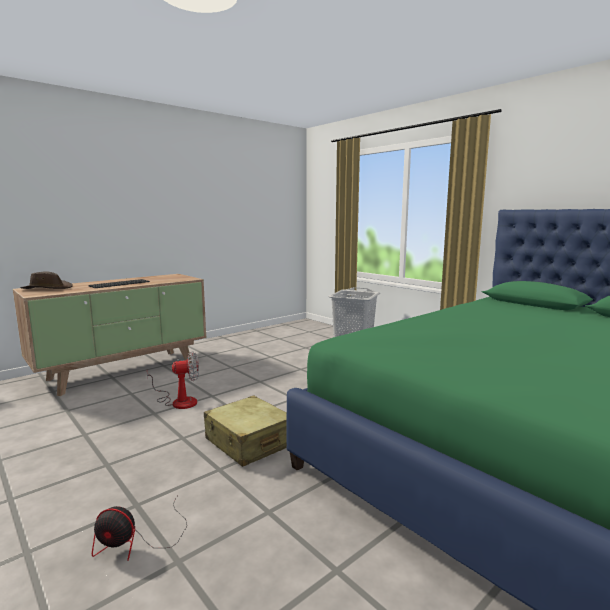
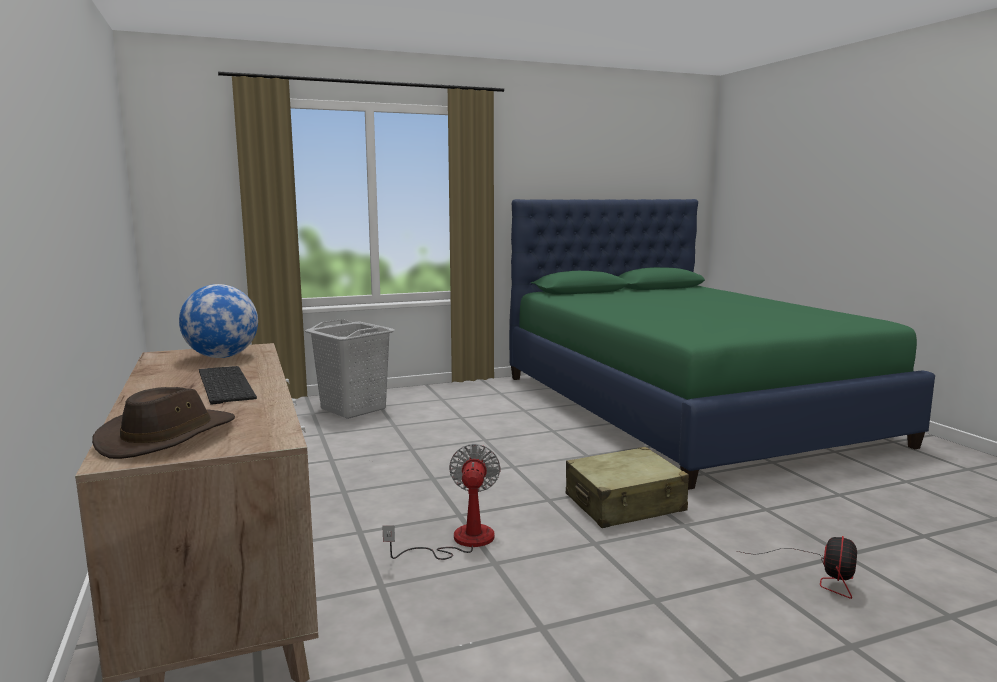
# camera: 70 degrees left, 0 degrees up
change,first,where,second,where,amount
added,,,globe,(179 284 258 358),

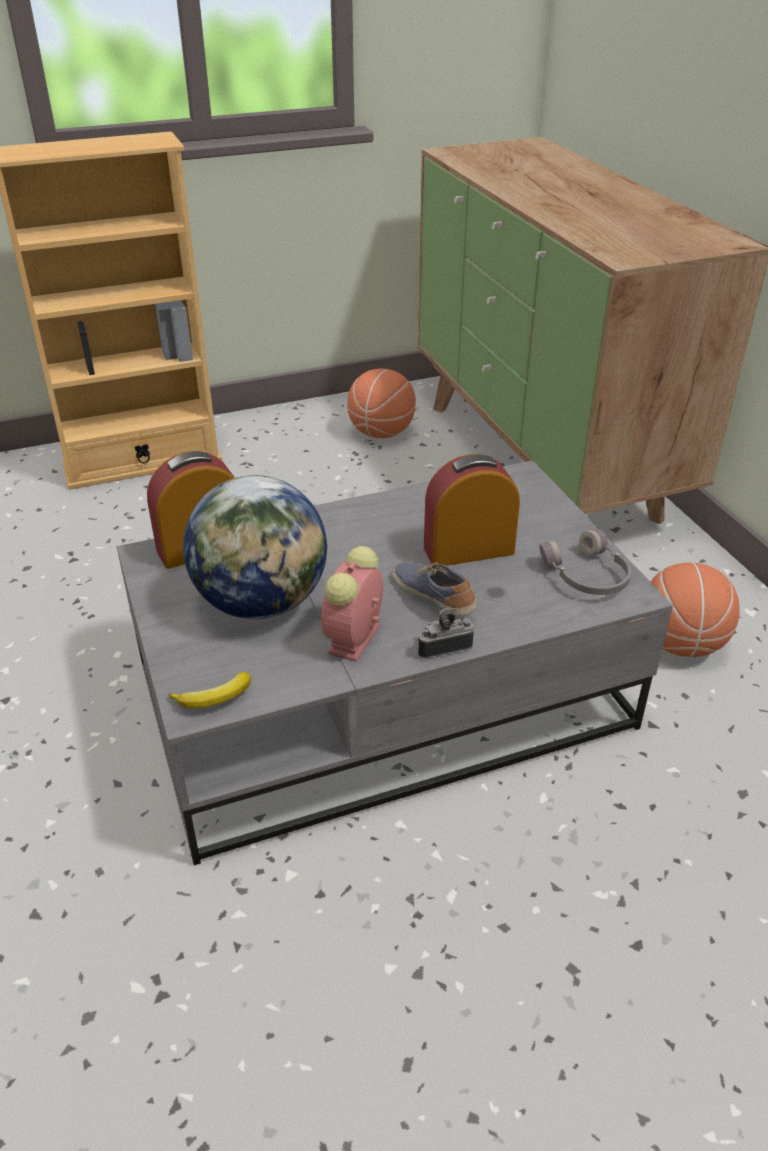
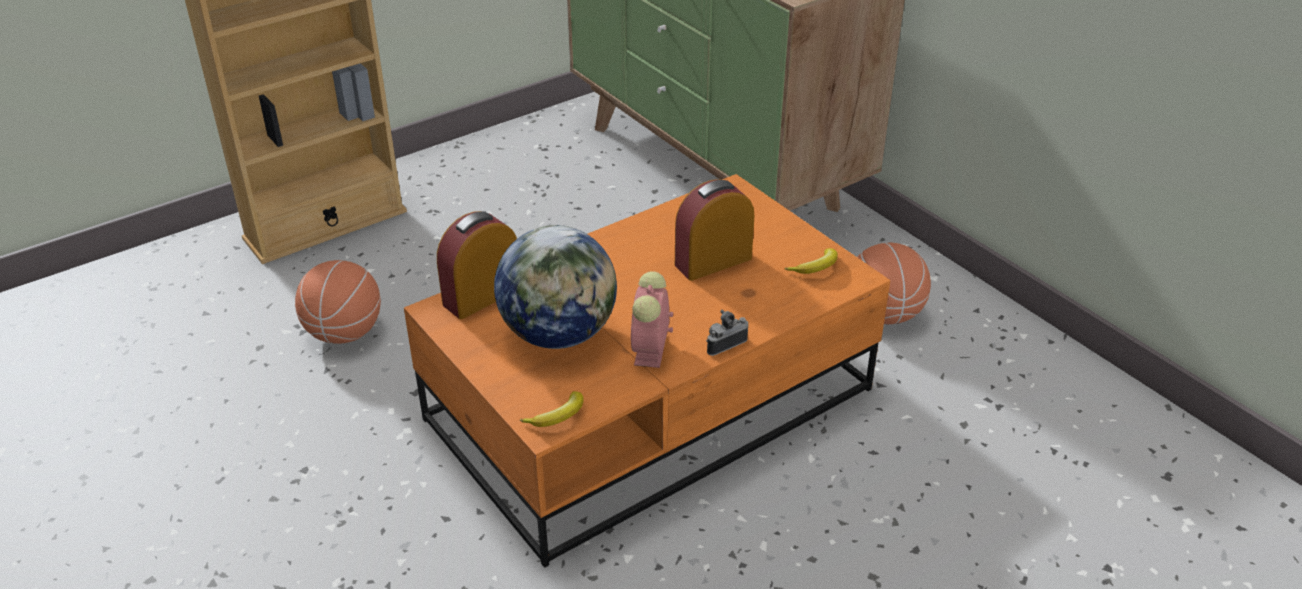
# camera: 15 degrees left, 0 degrees up
change,first,where,second,where,amount
removed,item_of_footwear,(392 562 477 617),,,
moved,basketball,(347 368 416 438),,(295 260 381 344),
replaced,greyish_headset,(539 528 631 595),banana,(784 248 838 274),
recoloured,greyish_coffee_table,(117 461 673 865),orange-coloured_coffee_table,(404 174 890 568),

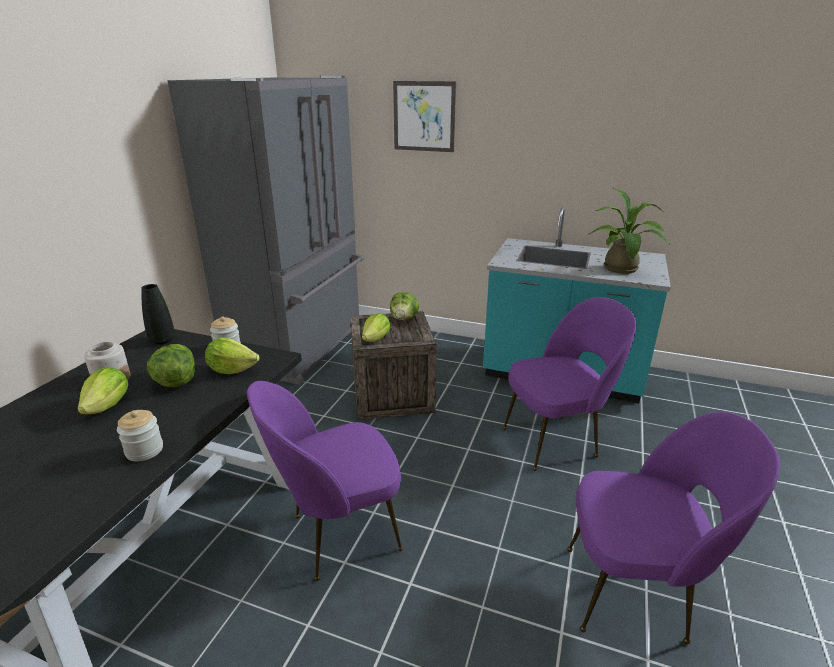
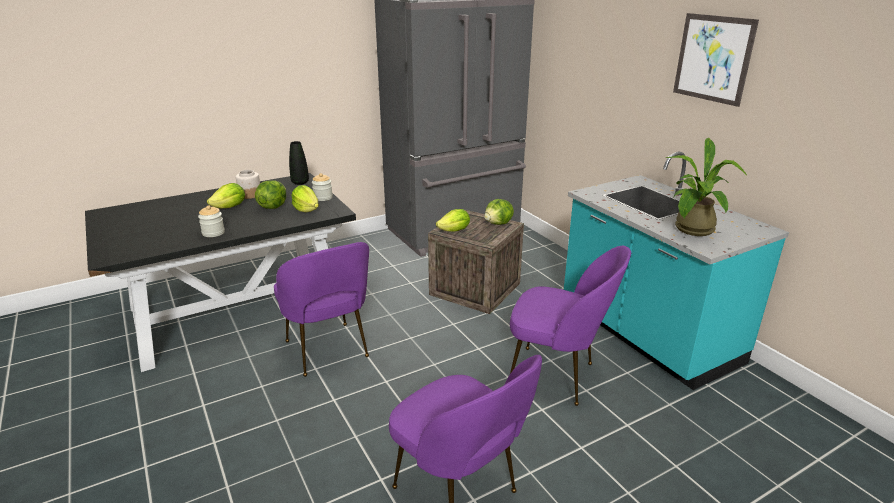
# camera: 40 degrees right, 0 degrees up
change,first,where,second,where,amount
moved,wall_picture,(393 81 456 152),,(673 13 759 107),
turned,purple-coloured_plain_chair,(247 381 403 581),,(274 242 369 377),135 degrees counterclockwise

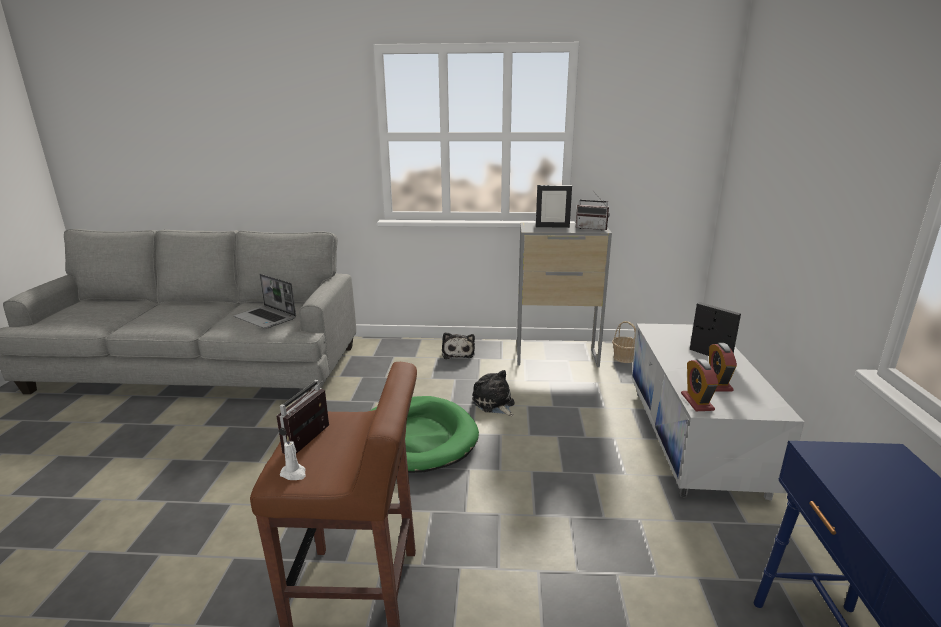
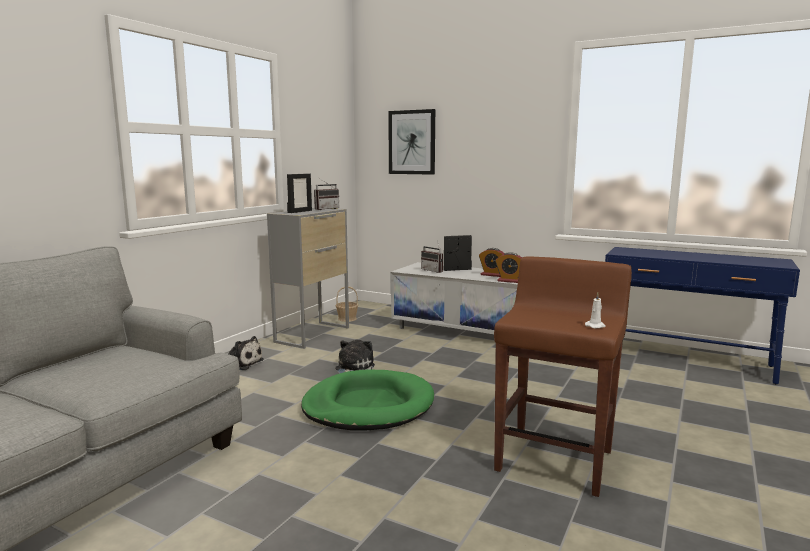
# camera: 65 degrees left, 10 degrees down
change,first,where,second,where,amount
removed,portable_computer,(234 274 296 328),,,
added,,,wall_picture,(388 109 435 175),
moved,radio_receiver,(276 380 329 454),,(421 241 443 273),
turned,cuddly_toy,(472 370 515 416),,(335 339 375 373),120 degrees clockwise

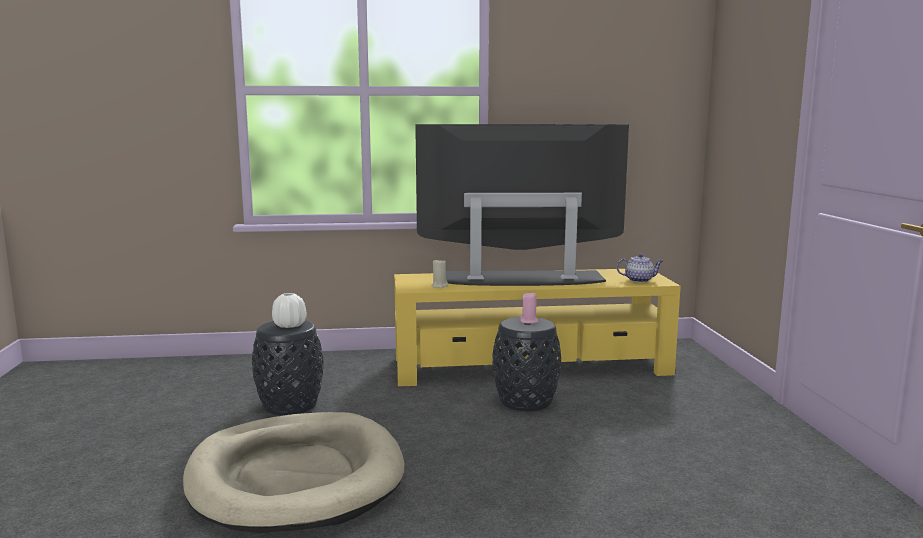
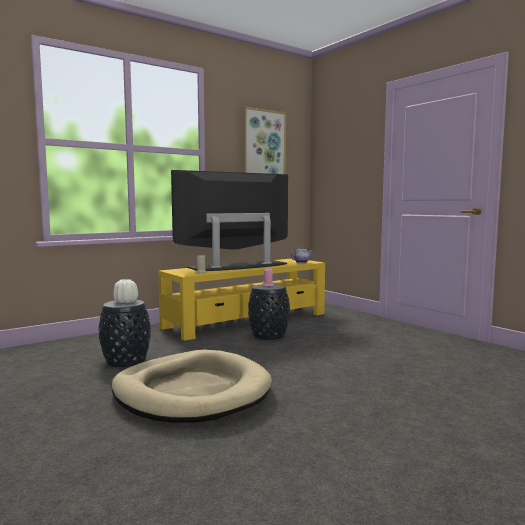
# camera: 30 degrees left, 5 degrees down
change,first,where,second,where,amount
added,,,wall_picture,(243 106 286 174),

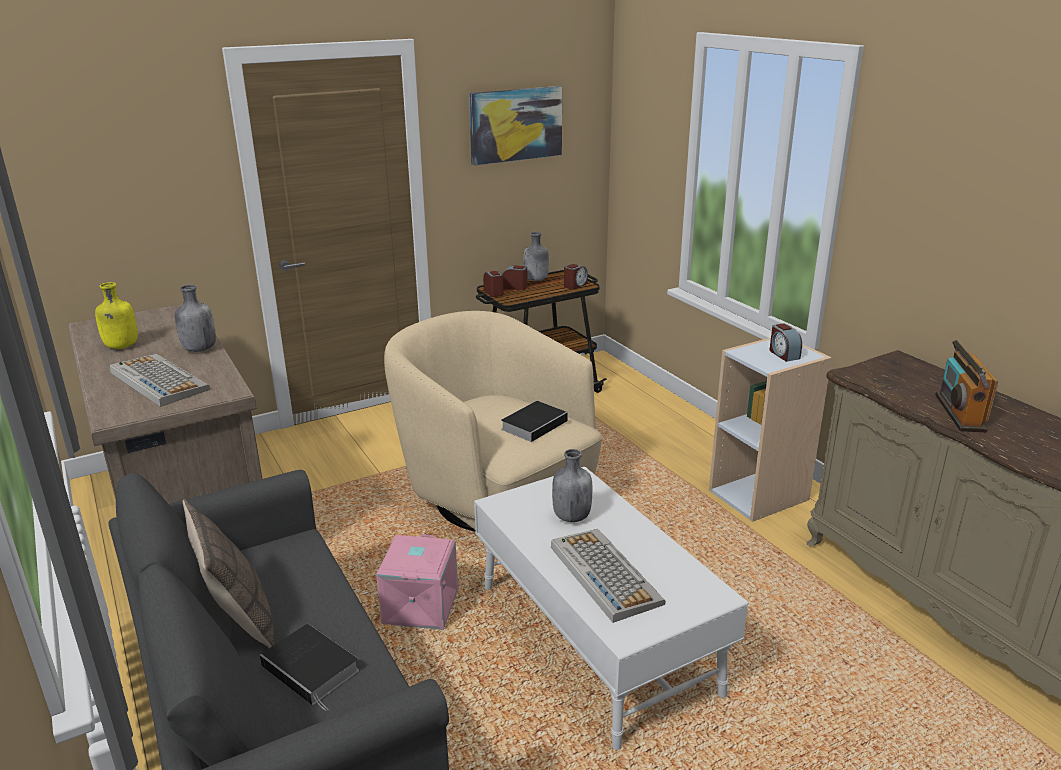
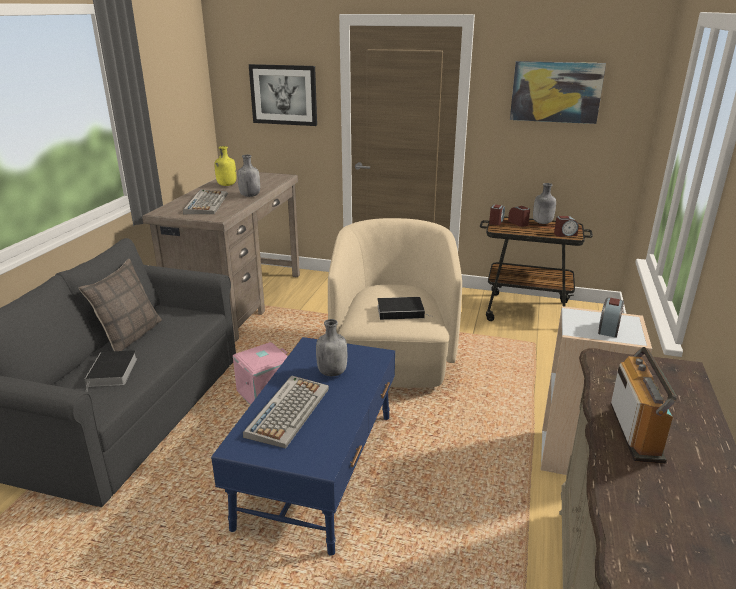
# camera: 45 degrees right, 0 degrees up
change,first,where,second,where,amount
added,,,wall_picture,(249 64 317 126),
recoloured,white-coloured_coffee_table,(474 467 748 750),bluish_coffee_table,(211 337 395 556),
turned,radio_receiver,(935 340 998 432),,(611 347 677 464),135 degrees clockwise

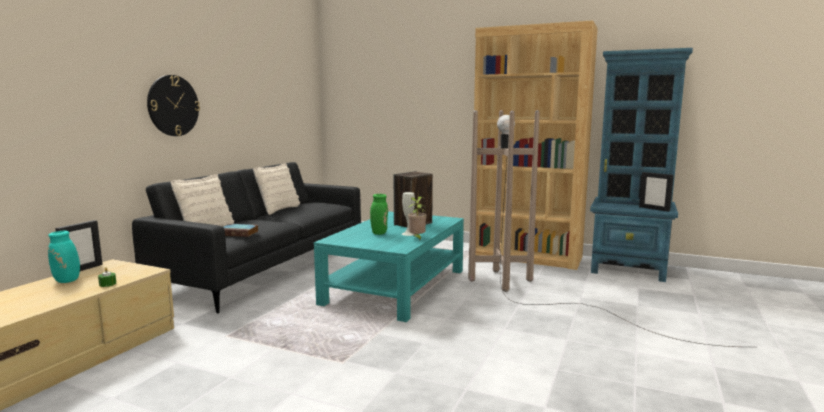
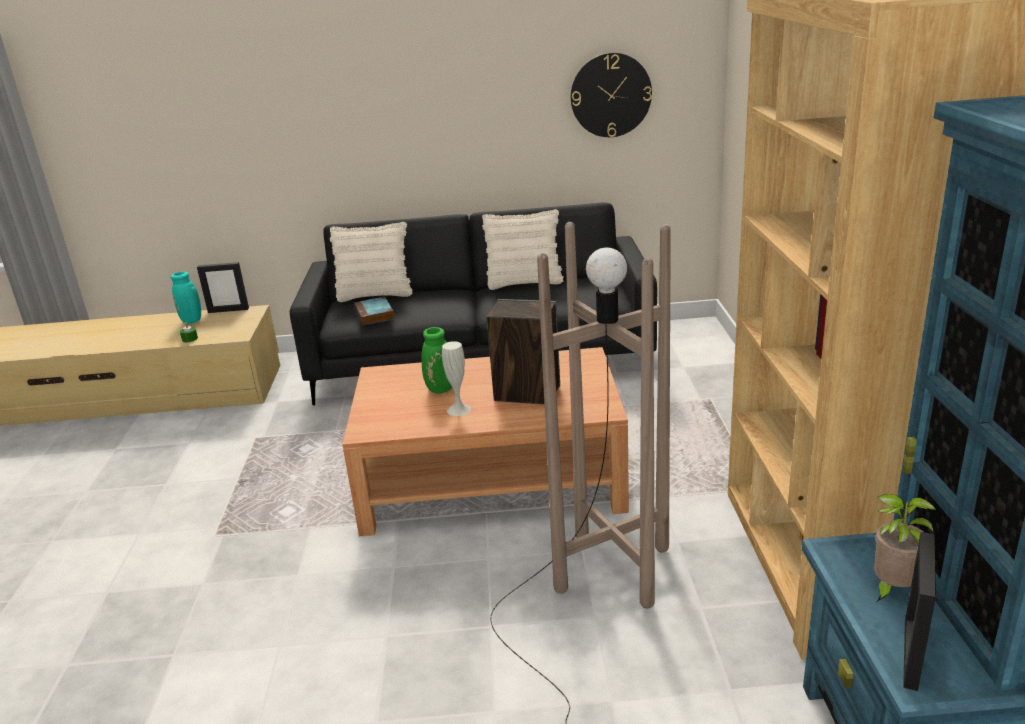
# camera: 65 degrees right, 15 degrees up
change,first,where,second,where,amount
moved,hanging_clock,(147 75 200 136),,(571 53 652 137),
moved,potted_plant,(408 196 427 240),,(874 494 936 602),
recoloured,turquoise-coloured_coffee_table,(314 212 464 322),brown-coloured_coffee_table,(342 347 629 536),

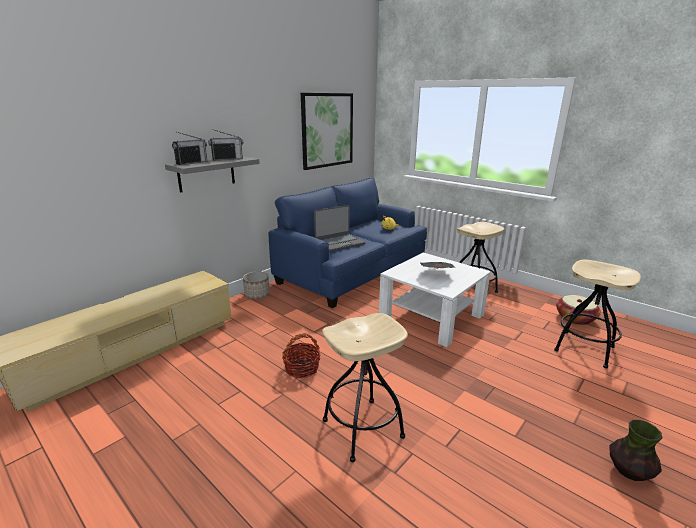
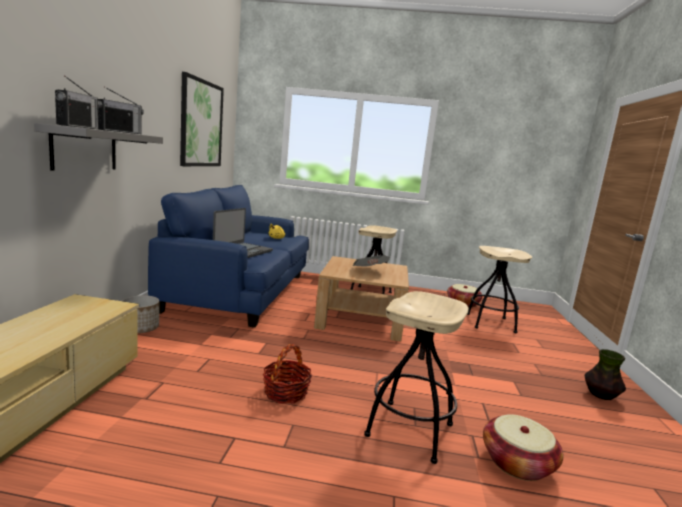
# camera: 35 degrees left, 10 degrees down
change,first,where,second,where,amount
added,,,household_basket,(483 414 564 481),
recoloured,white-coloured_coffee_table,(379 253 491 347),brown-coloured_coffee_table,(314 256 409 342),

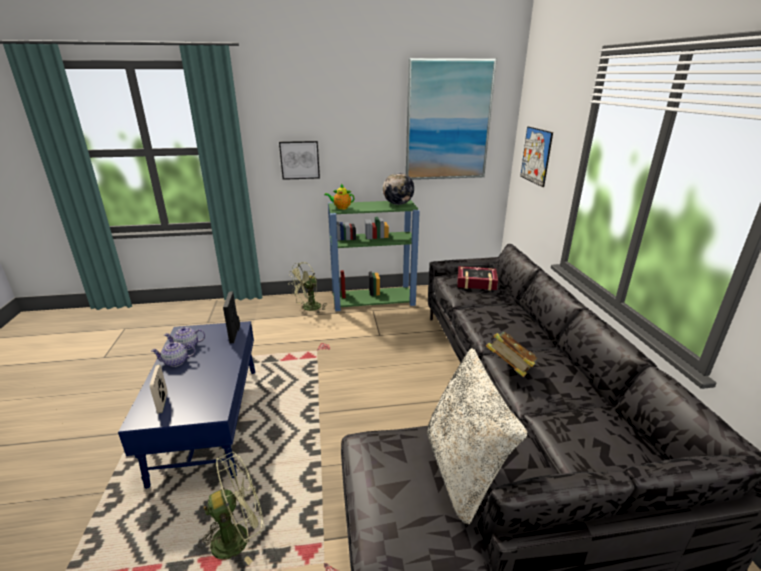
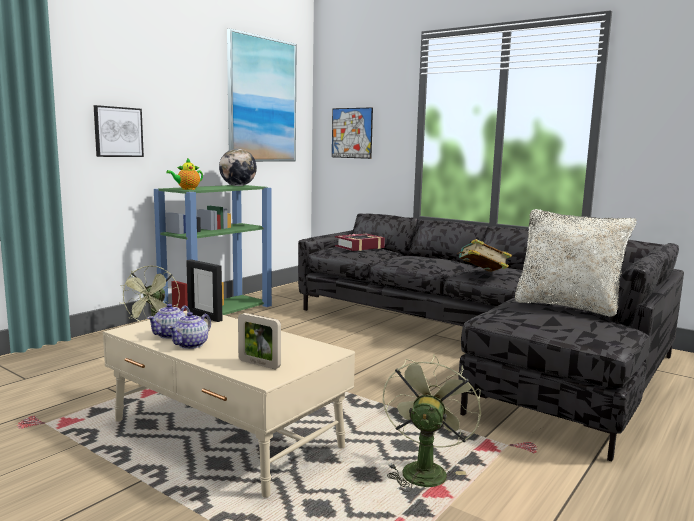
# camera: 45 degrees left, 15 degrees down
change,first,where,second,where,amount
recoloured,bluish_coffee_table,(118 321 255 489),sand-coloured_coffee_table,(103 310 355 498),

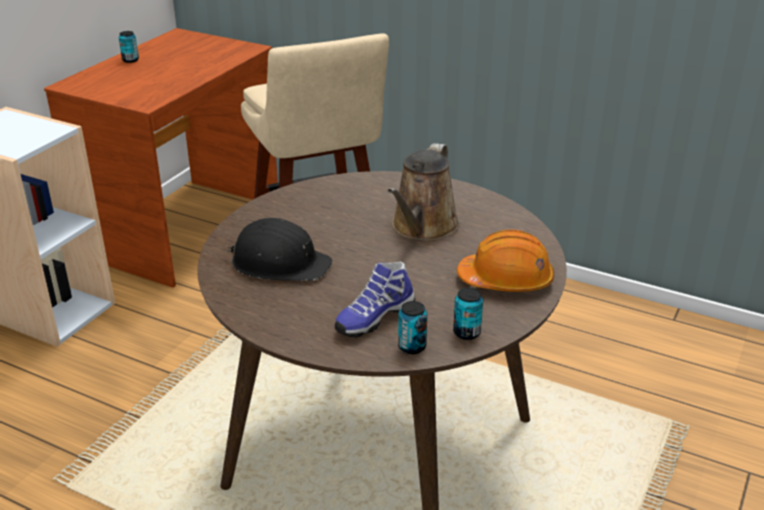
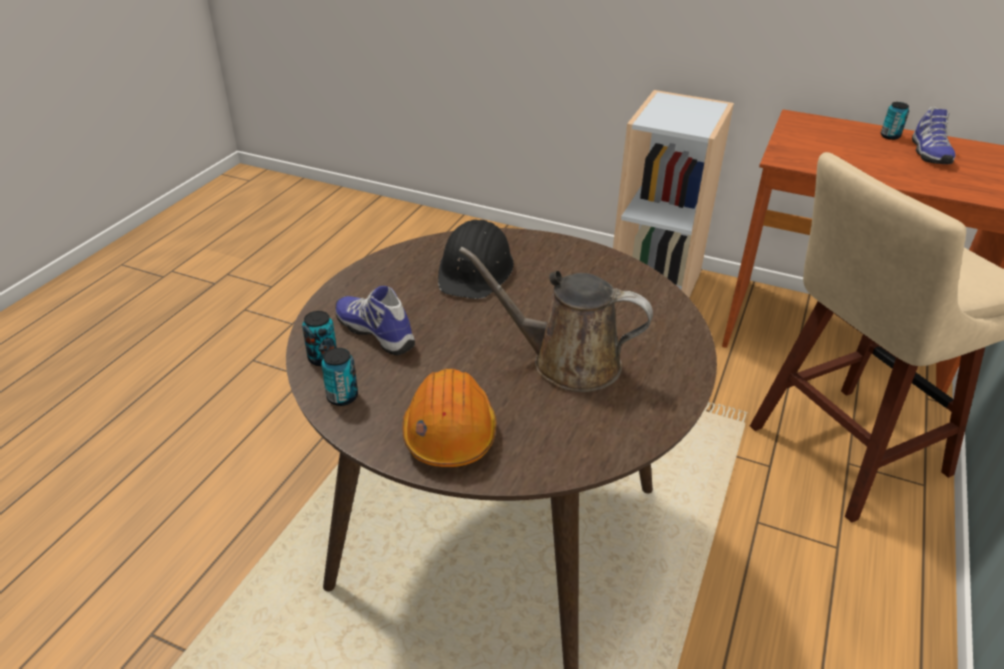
# camera: 85 degrees right, 5 degrees up
change,first,where,second,where,amount
added,,,item_of_footwear,(912 107 956 164),

